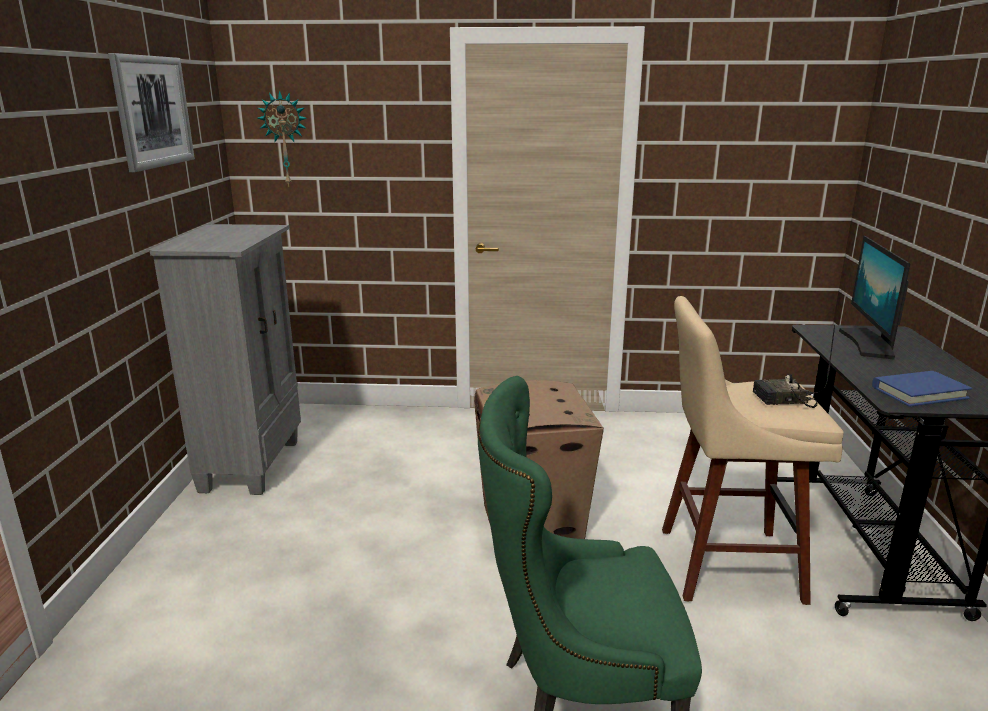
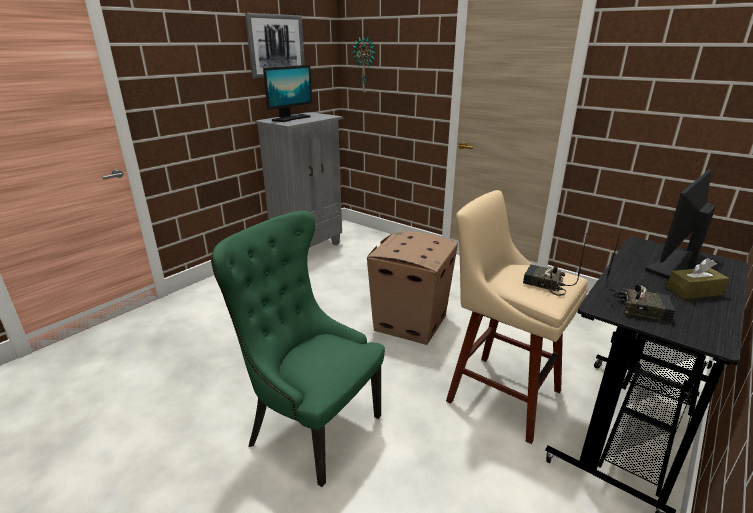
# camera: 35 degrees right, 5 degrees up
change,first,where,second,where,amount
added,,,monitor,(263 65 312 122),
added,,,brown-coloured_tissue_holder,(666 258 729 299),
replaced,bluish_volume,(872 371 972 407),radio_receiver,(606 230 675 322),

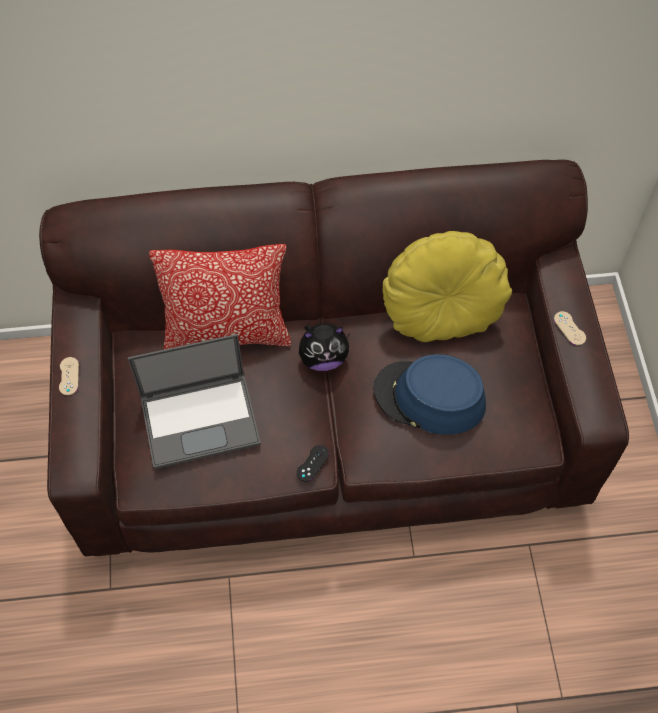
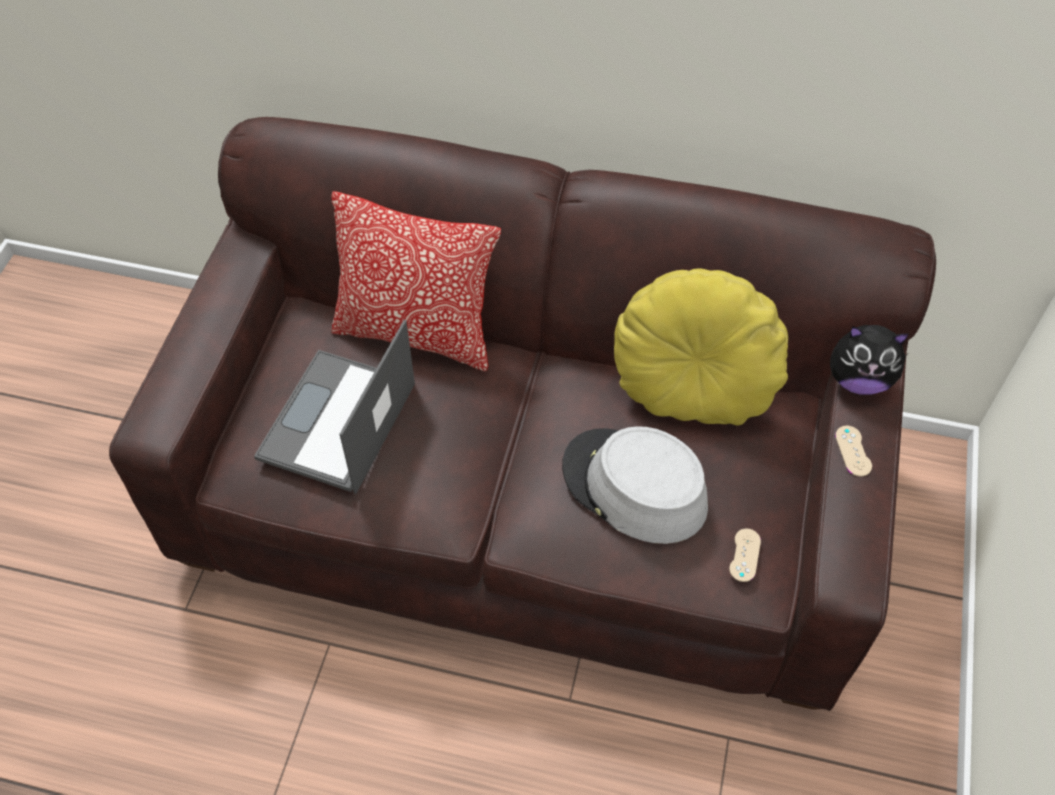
# camera: 20 degrees right, 5 degrees down
change,first,where,second,where,amount
removed,black-coloured_gamepad,(297 445 329 482),,,
moved,sand-coloured_gamepad,(59 357 79 395),,(729 528 761 582),
moved,cuddly_toy,(299 323 350 371),,(830 325 909 395),
recoloured,bluish_wearable_hat,(373 354 486 435),greyish_wearable_hat,(562 426 708 544),
turned,portable_computer,(128 334 261 469),,(254 320 415 494),105 degrees clockwise

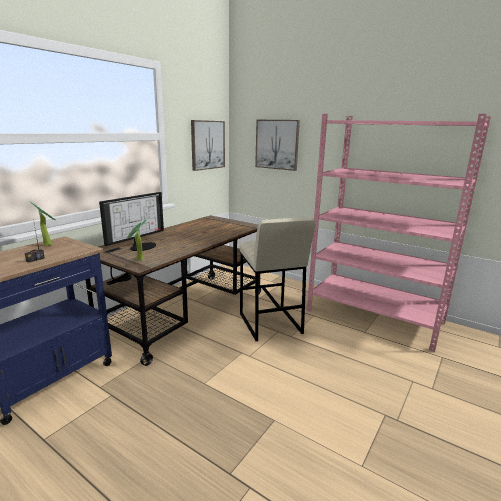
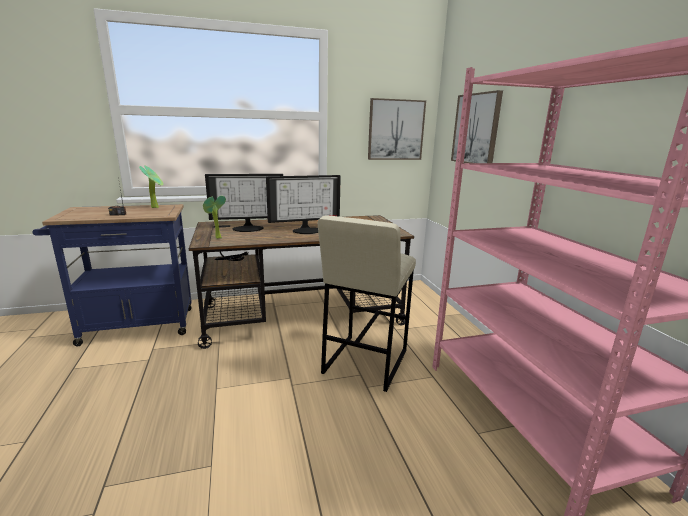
# camera: 40 degrees right, 0 degrees up
change,first,where,second,where,amount
added,,,monitor,(266 175 341 234),

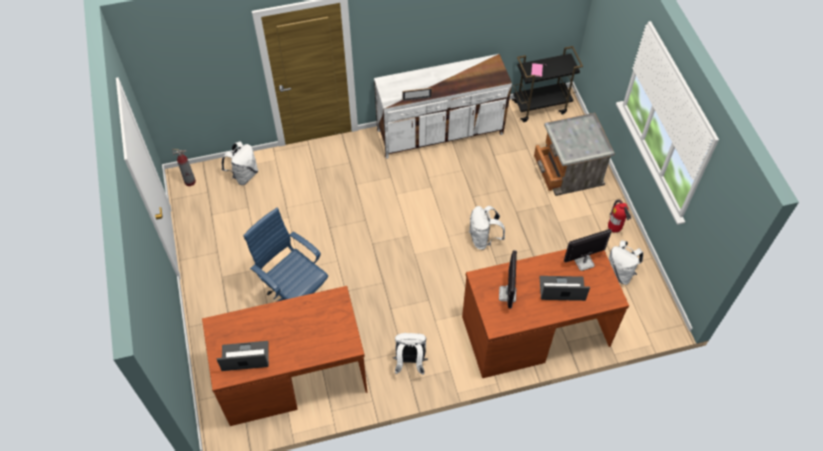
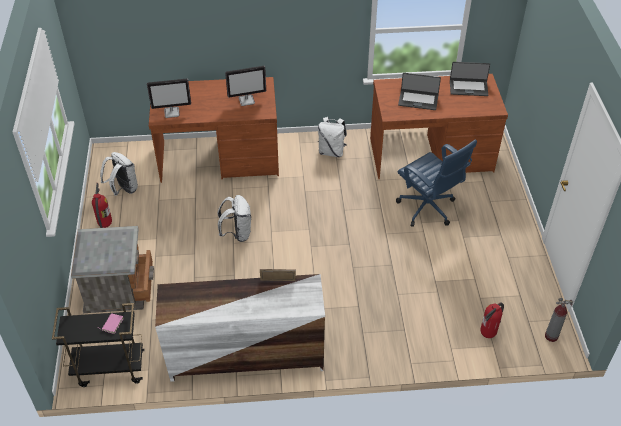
# camera: 170 degrees left, 10 degrees down
change,first,where,second,where,amount
moved,portable_computer,(540 276 590 301),,(398 73 441 110),
replaced,white-coloured_rucksack,(222 141 258 185),fire_extinguisher,(480 302 504 338),
turned,monitor,(499 250 517 309),,(225 66 266 106),120 degrees counterclockwise

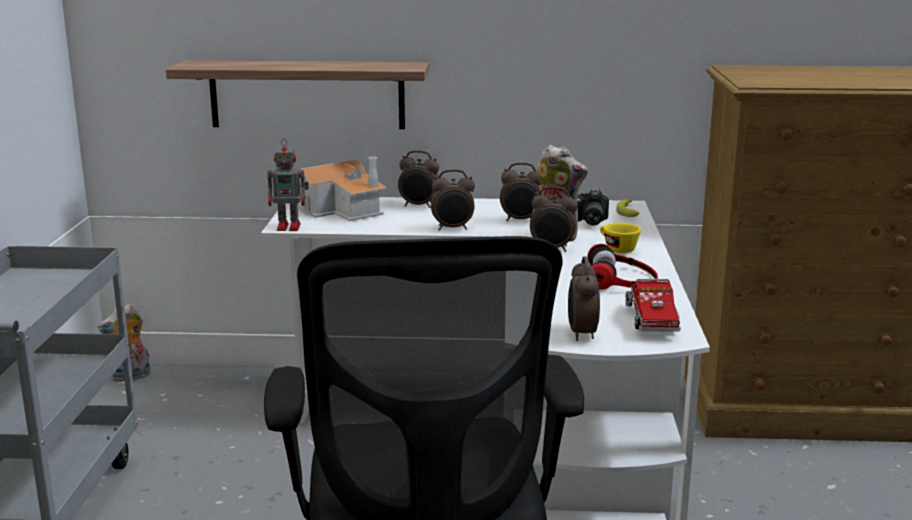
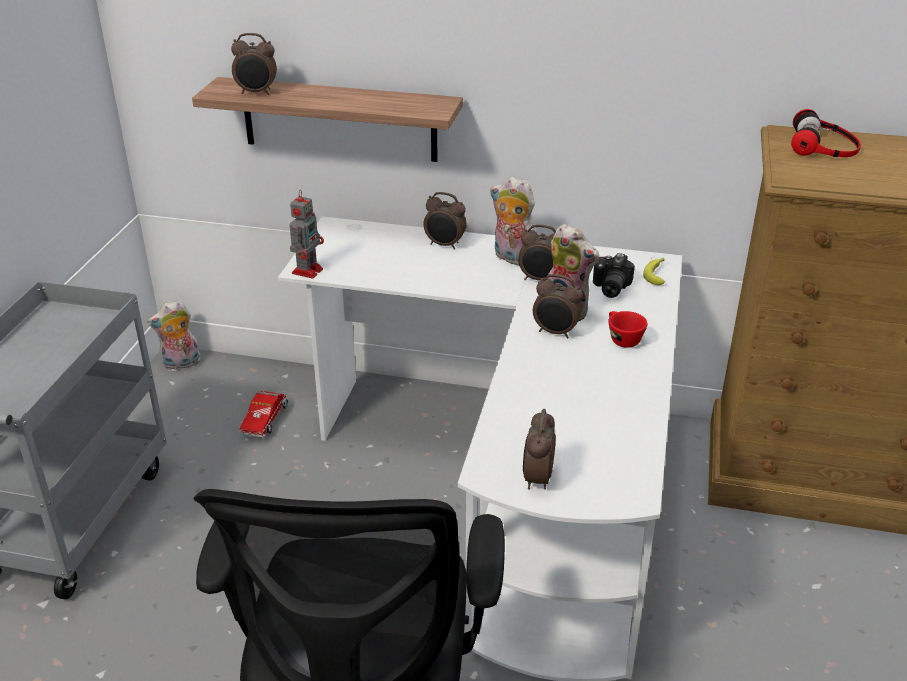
# camera: 10 degrees right, 15 degrees up
change,first,where,second,where,amount
removed,model_house,(298 156 387 221),,,
added,,,cuddly_toy,(490 177 535 265),
moved,alarm_clock,(431 169 475 230),,(231 33 277 95),
moved,headset,(587 244 658 289),,(791 109 861 157),
moved,toy_truck,(625 279 681 332),,(239 389 288 438),
recoloured,yellow_small_cup,(600 223 641 253),red_small_cup,(608 311 647 348),
turned,toy_robot,(267 140 309 231),,(290 190 324 279),75 degrees counterclockwise

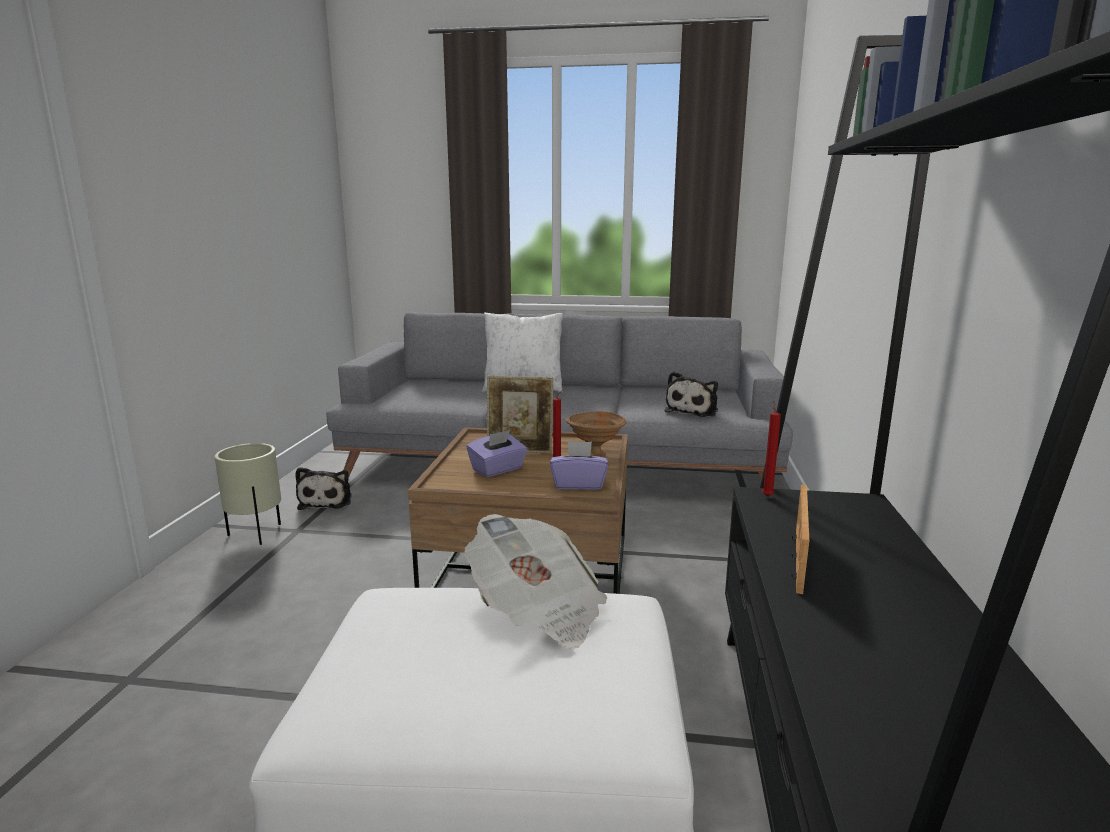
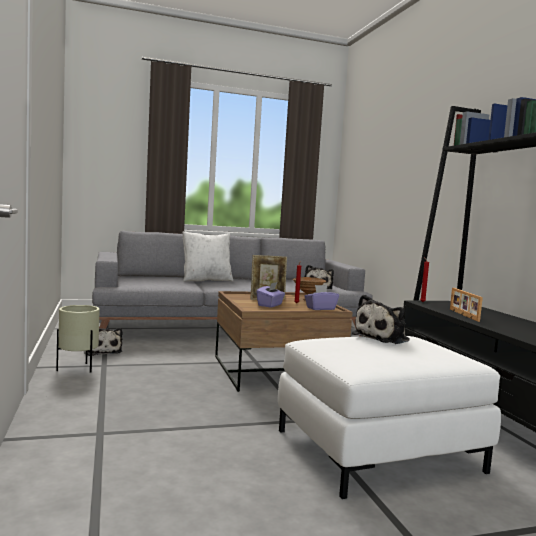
# camera: 25 degrees left, 10 degrees down
change,first,where,second,where,amount
replaced,printed_paper,(464 514 608 648),cuddly_toy,(352 295 410 344),

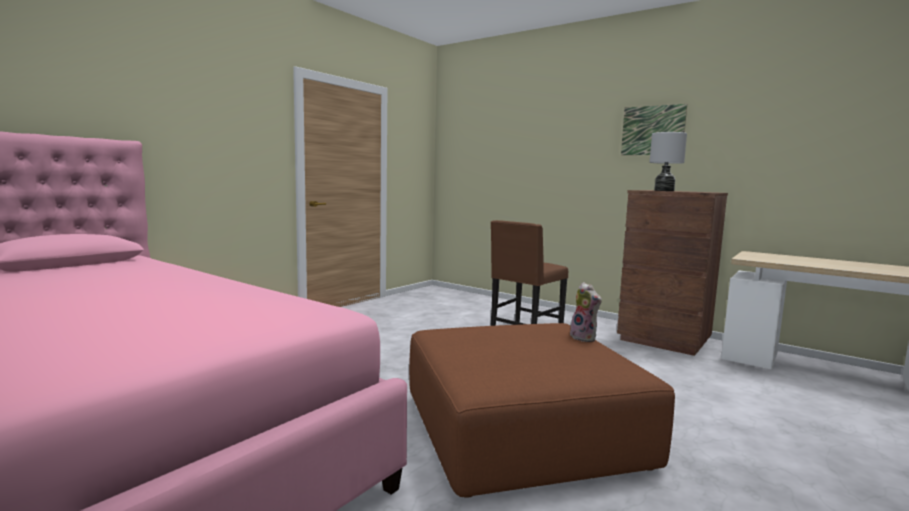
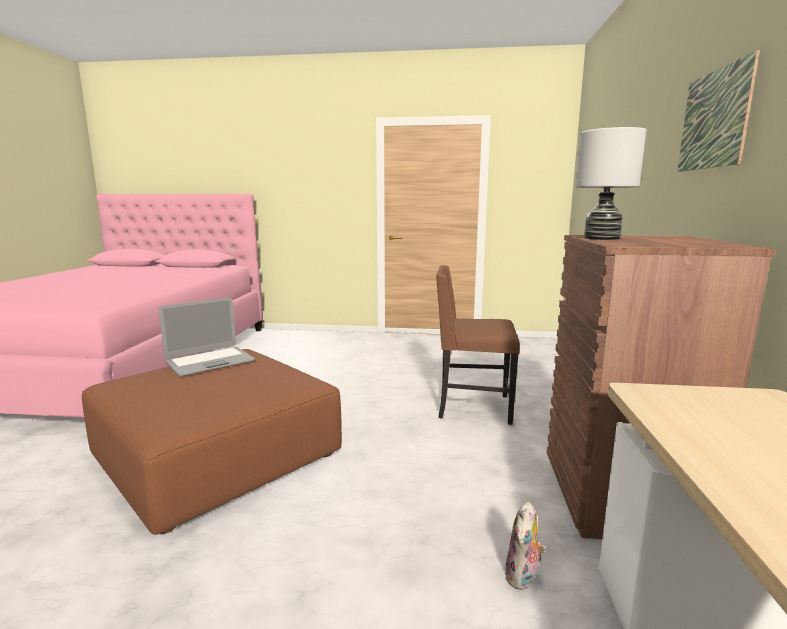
# camera: 60 degrees right, 5 degrees up
change,first,where,second,where,amount
added,,,portable_computer,(158 298 255 376),
moved,cuddly_toy,(570 282 602 342),,(505 501 546 590),

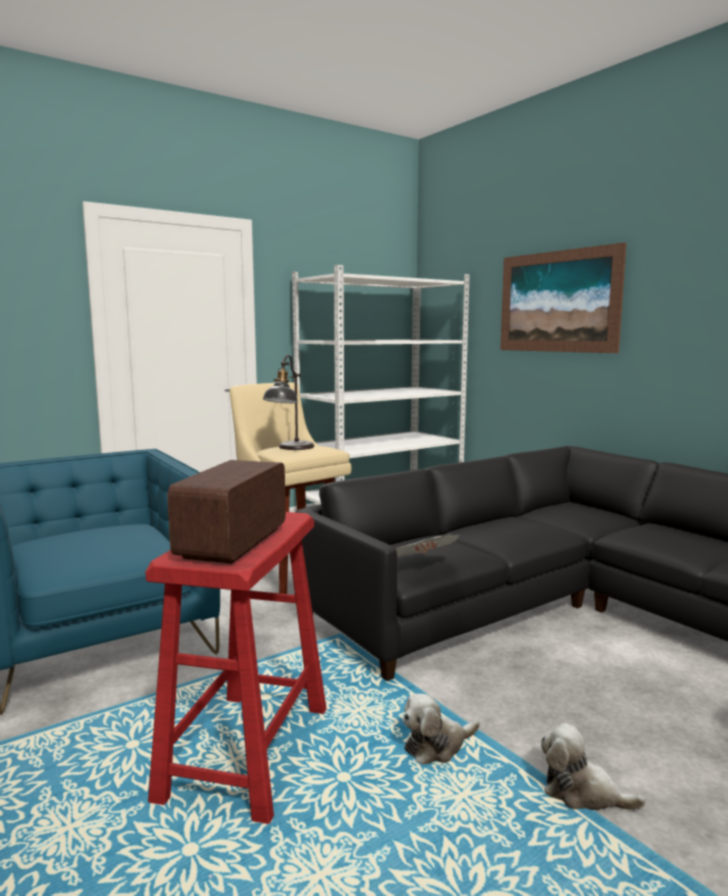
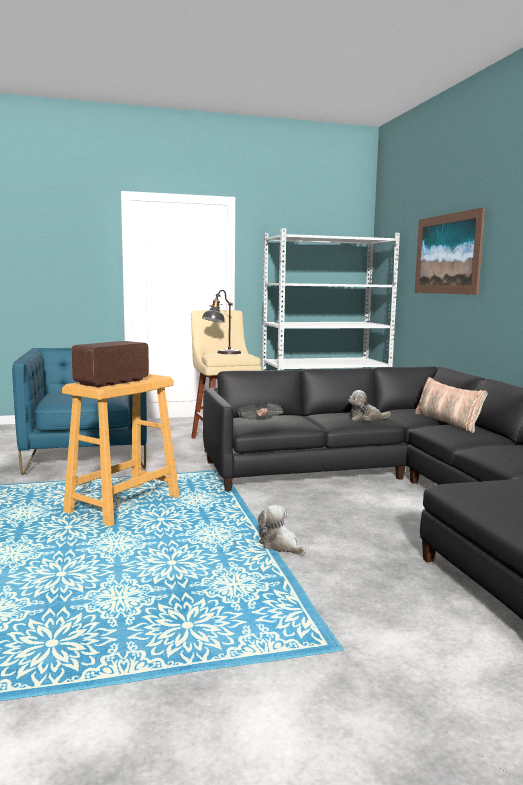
# camera: 20 degrees right, 0 degrees up
change,first,where,second,where,amount
added,,,pillow,(414 377 487 433),
moved,cuddly_toy,(403 693 480 764),,(348 390 390 421),
recoloured,red_stool_seat,(145 512 327 824),sand-coloured_stool_seat,(62 374 180 526),

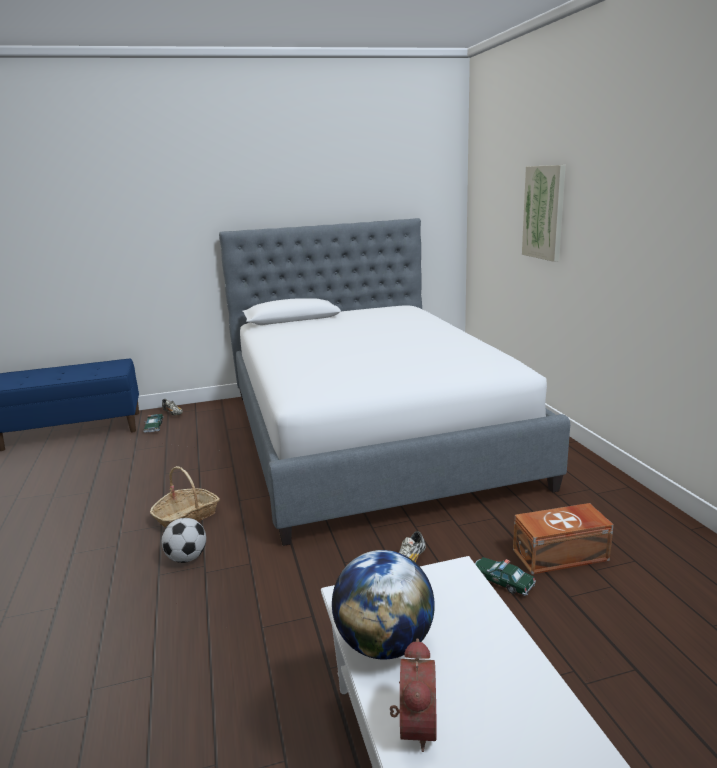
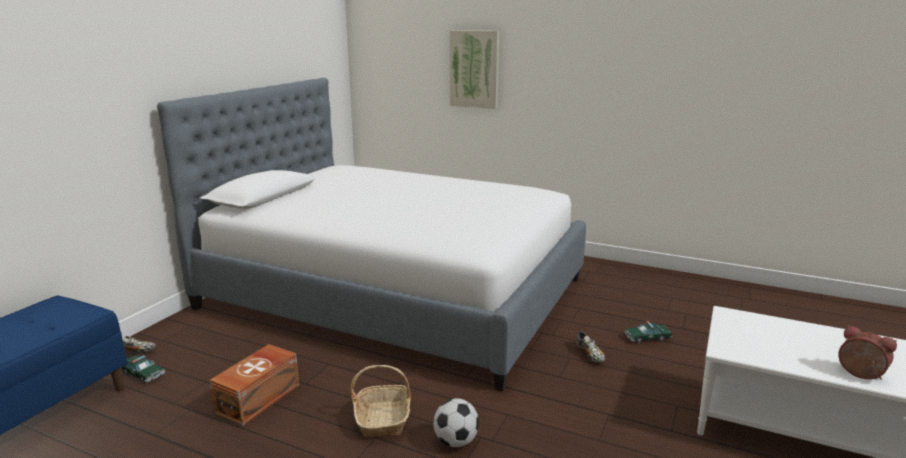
# camera: 50 degrees left, 0 degrees up
change,first,where,second,where,amount
removed,globe,(332 550 435 660),,,
moved,brown-coloured_storage_box,(513 503 614 574),,(210 344 299 426),

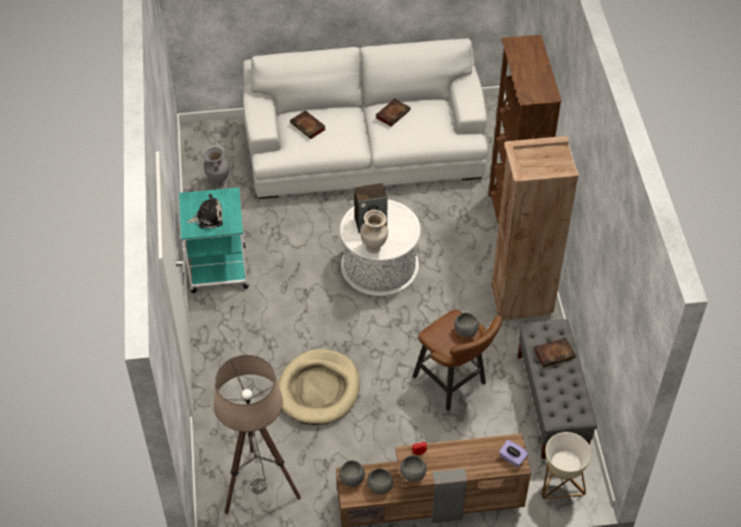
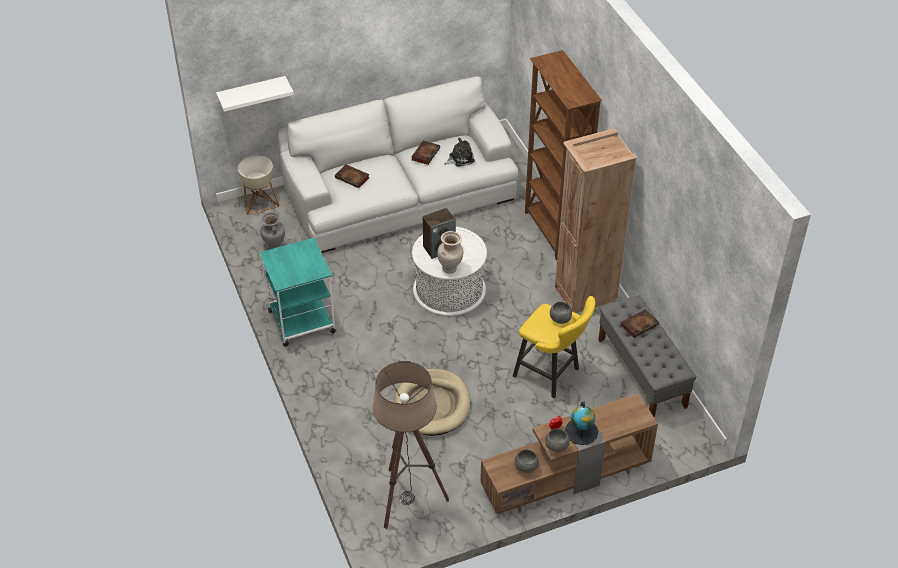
# camera: 15 degrees left, 5 degrees down
change,first,where,second,where,amount
removed,greyish_deep_dish,(339 461 365 487),,,
removed,purple-coloured_tissue_holder,(499 440 528 467),,,
added,,,white-coloured_shelf,(216 76 294 112),
added,,,globe,(565 401 598 445),
moved,cuddly_toy,(187 194 223 228),,(444 138 475 167),
moved,plant_pot,(542 432 592 499),,(237 155 279 215),
recoloured,brown-coloured_stool_seat,(412 309 502 411),yellow_stool_seat,(512 296 595 398),

